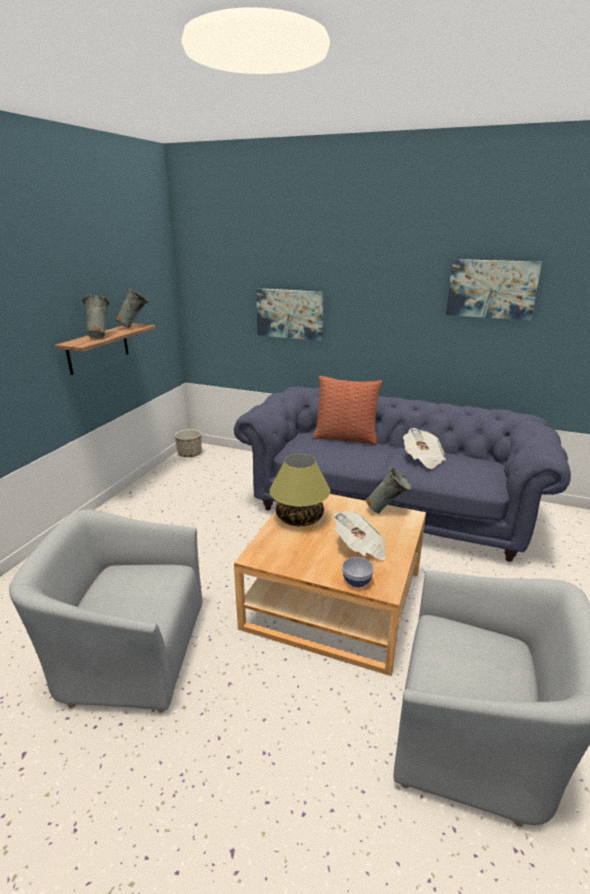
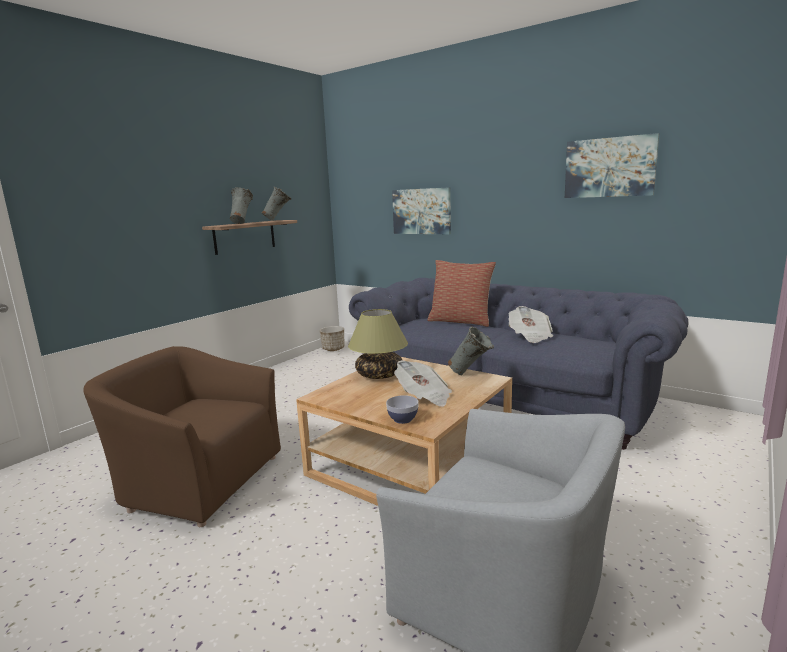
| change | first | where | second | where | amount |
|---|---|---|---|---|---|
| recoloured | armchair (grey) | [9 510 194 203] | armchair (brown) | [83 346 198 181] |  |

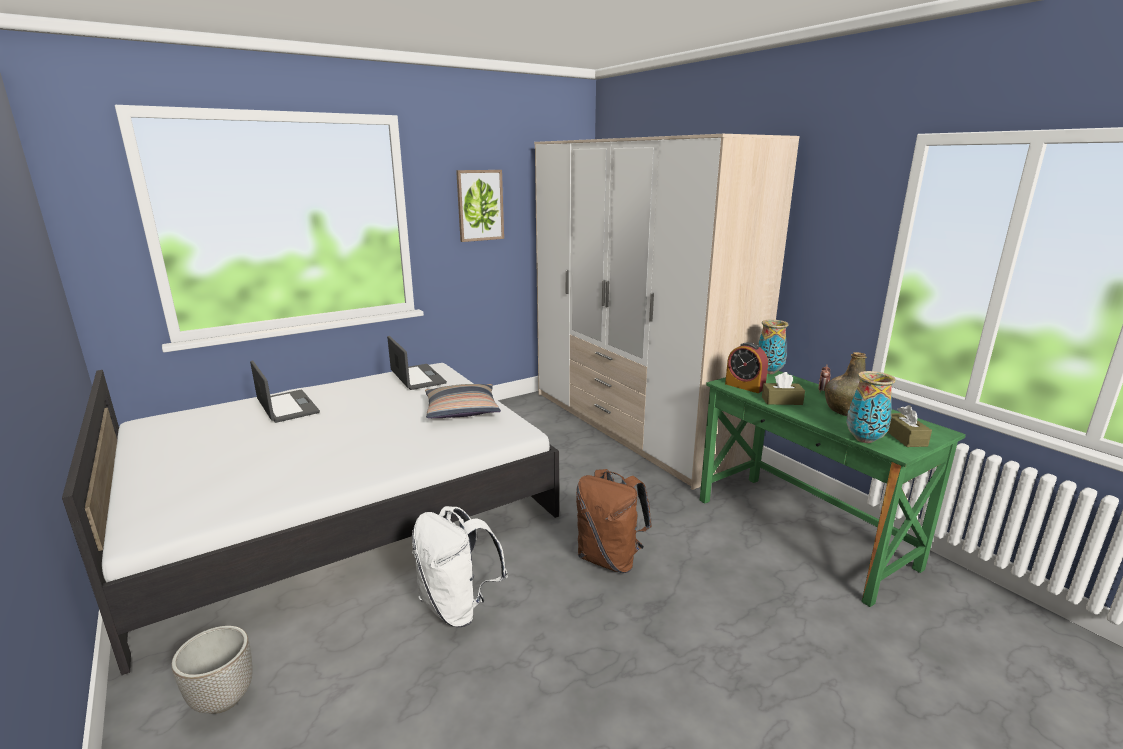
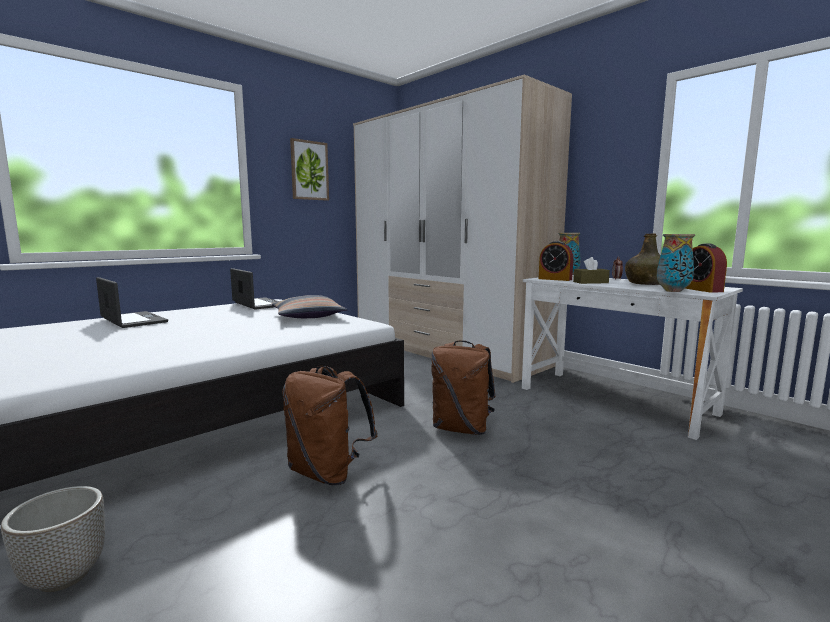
| change | first | where | second | where | amount |
|---|---|---|---|---|---|
| recoloured | backpack (white) | [412 506 96 121] | backpack (brown) | [283 366 94 119] |  |
| recoloured | desk (green) | [700 371 266 236] | desk (white) | [522 275 221 165] |  |
| replaced | tissue box (brown) | [888 405 44 42] | alarm clock | [685 243 42 50] |  |

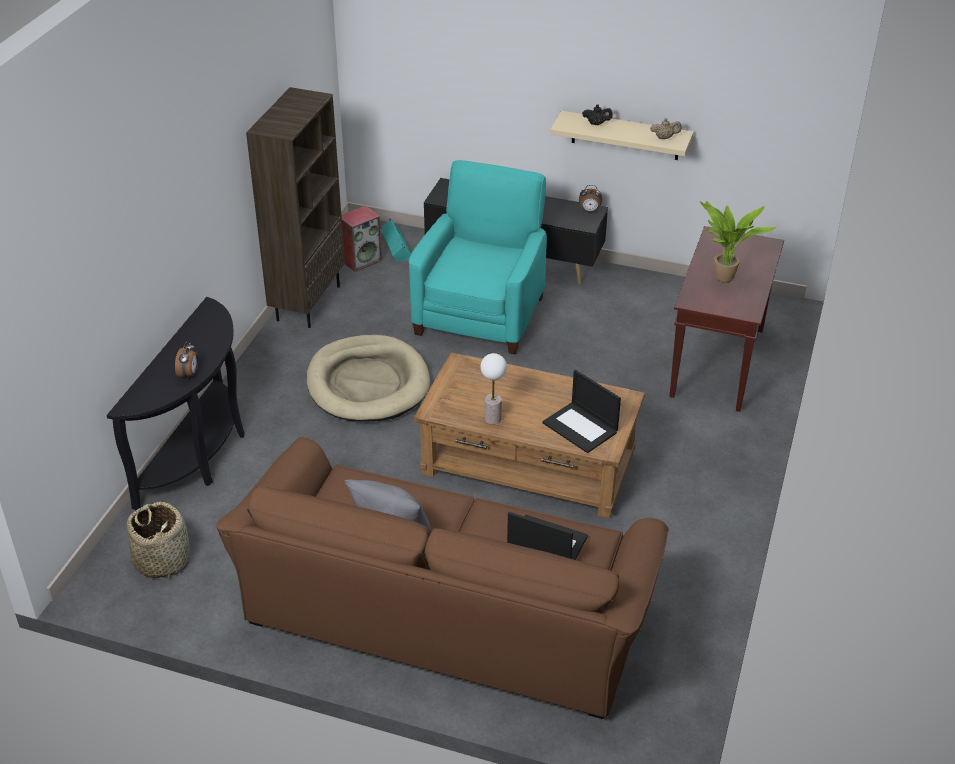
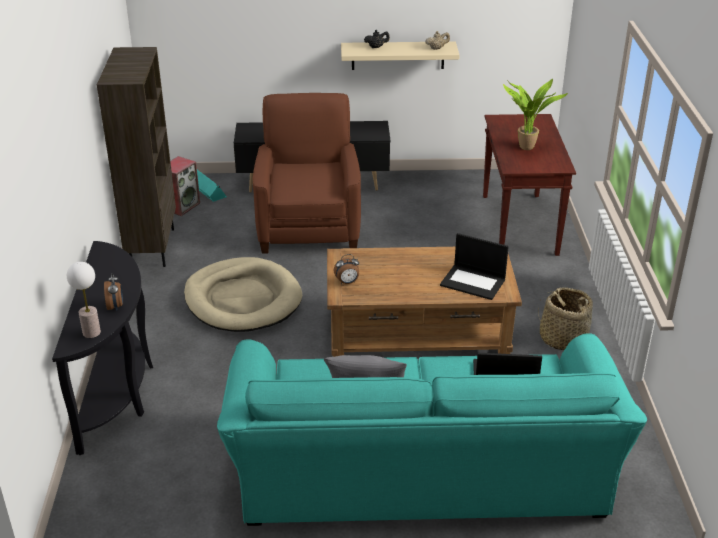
| change | first | where | second | where | amount |
|---|---|---|---|---|---|
| moved | basket | [127 501 63 77] |  | [538 287 55 64] |  |
| recoloured | sofa (brown) | [216 437 453 282] | sofa (turquoise) | [217 333 430 193] |  |
| recoloured | armchair (turquoise) | [409 160 138 195] | armchair (brown) | [253 93 108 161] |  |
| moved | table lamp | [480 353 27 72] |  | [67 262 34 76] |  |
| moved | alarm clock | [579 185 23 28] |  | [333 254 26 30] |  |

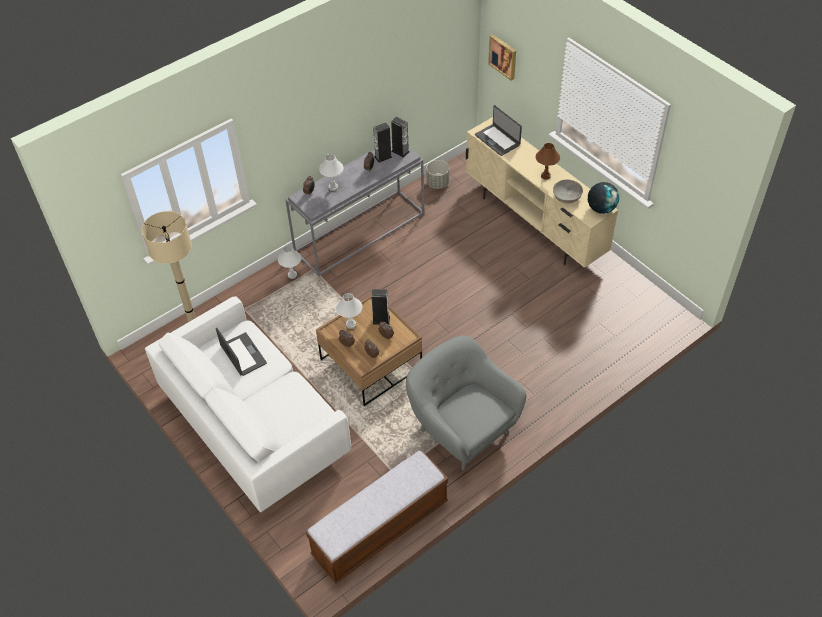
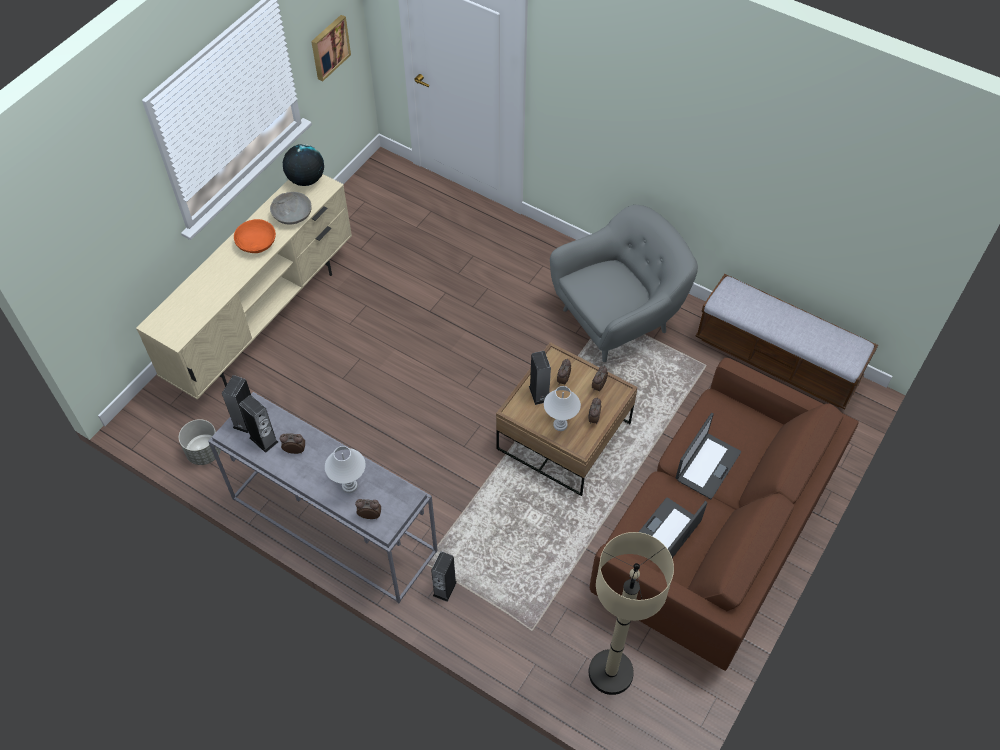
| change | first | where | second | where | amount |
|---|---|---|---|---|---|
| recoloured | sofa (white) | [145 296 206 216] | sofa (brown) | [590 358 269 313] |  |
| replaced | table lamp (white) | [278 246 23 33] | speaker | [431 551 26 51] |  |
| turned | armchair (grey) | [406 335 121 135] |  | [550 205 148 157] | 150 degrees counterclockwise |
| moved | laptop | [475 105 47 51] |  | [676 413 65 86] |  |
| moved | picture | [488 35 28 46] |  | [311 15 40 67] |  |
| replaced | table lamp (brown) | [536 143 24 37] | bowl (orange) | [234 219 42 34] |  |

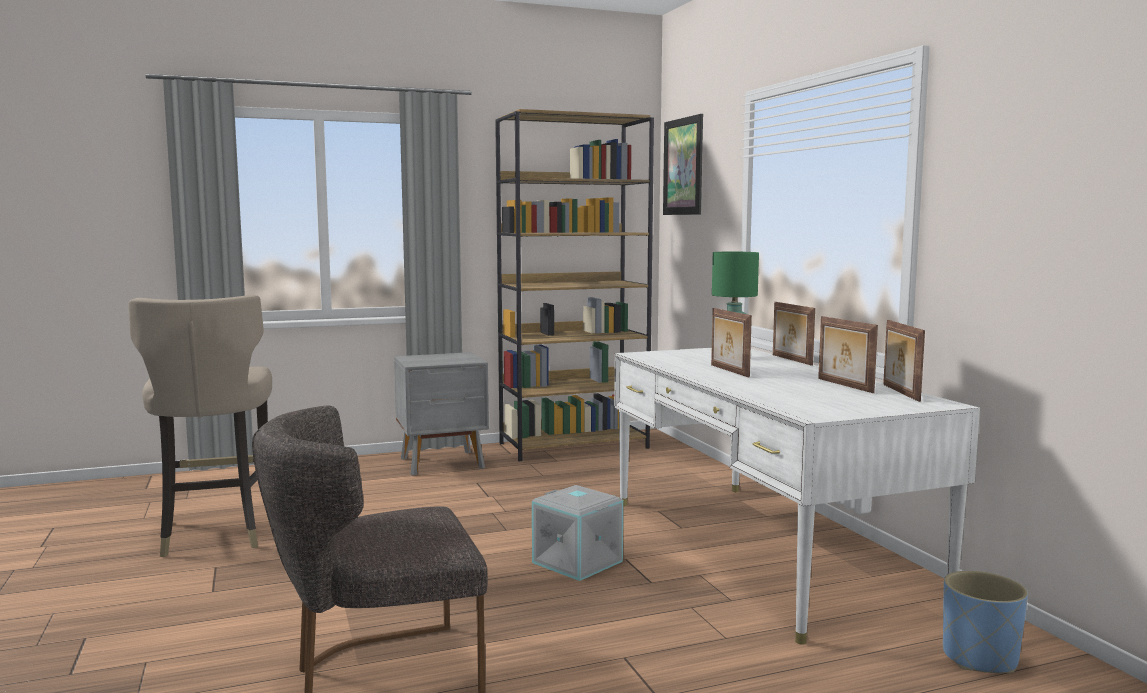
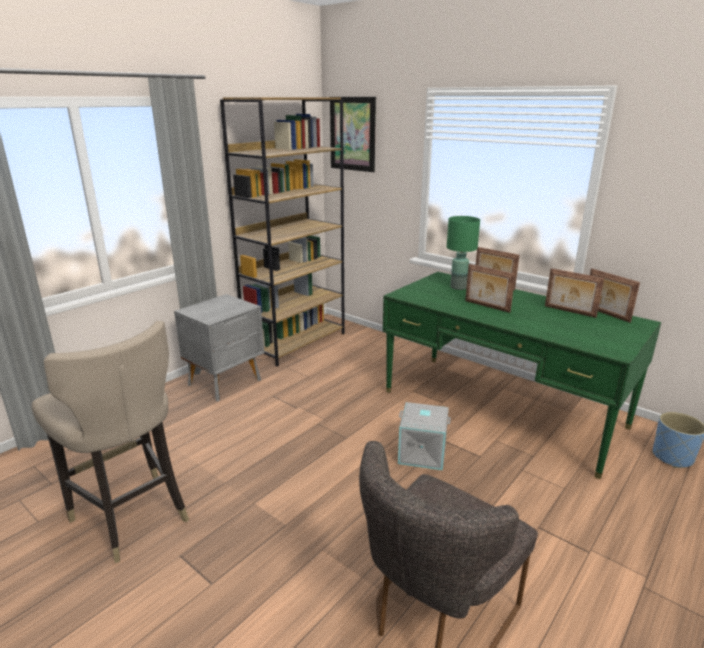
| change | first | where | second | where | amount |
|---|---|---|---|---|---|
| recoloured | desk (white) | [614 348 366 297] | desk (green) | [383 272 278 207] |  |

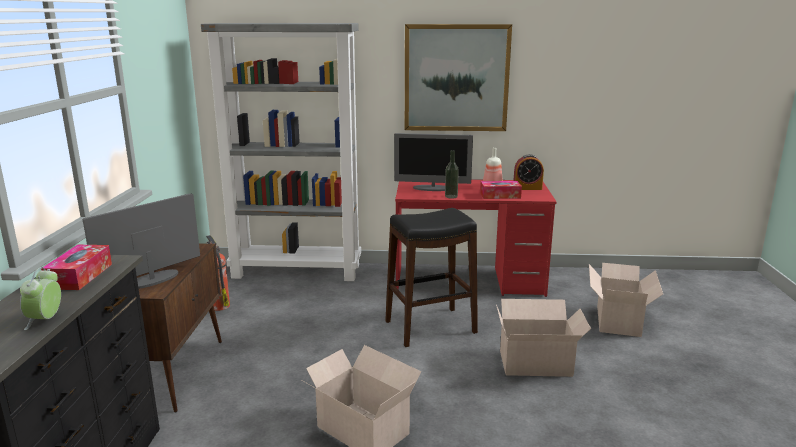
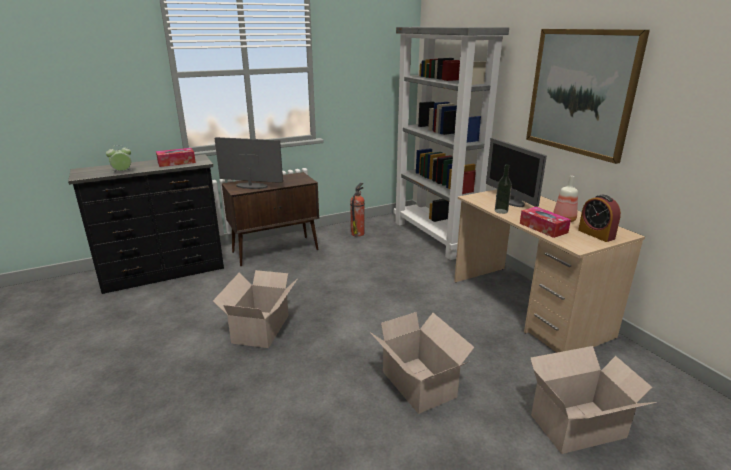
| change | first | where | second | where | amount |
|---|---|---|---|---|---|
| removed | stool (black) | [385 208 93 139] |  |  |  |
| recoloured | desk (red) | [395 179 161 118] | desk (beige) | [454 189 191 164] |  |

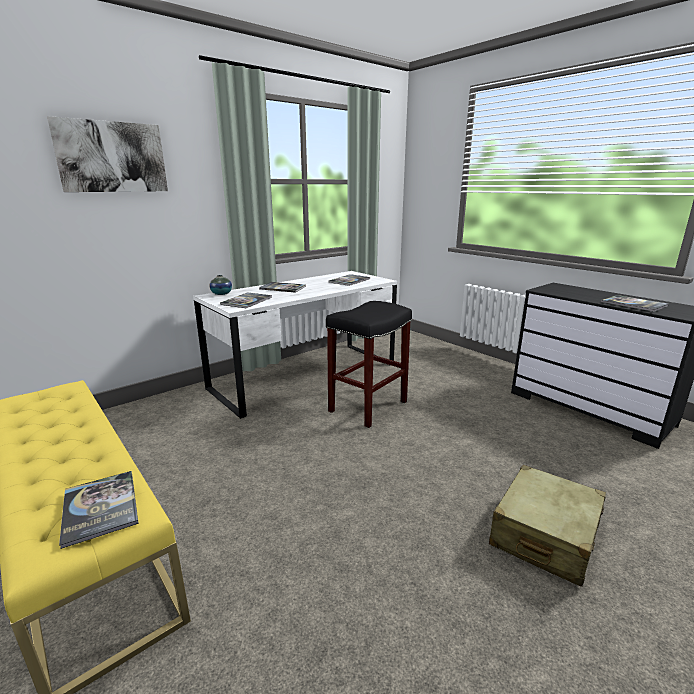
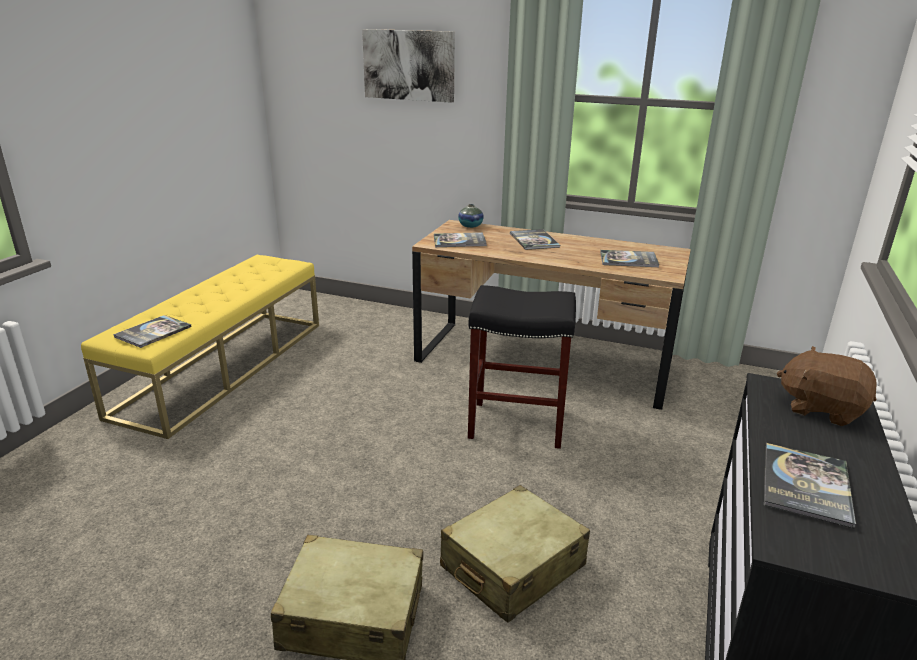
| change | first | where | second | where | amount |
|---|---|---|---|---|---|
| recoloured | desk (white) | [193 271 204 148] | desk (brown) | [412 220 279 190] |  |
| added |  |  | suitcase (beige) | [440 485 150 138] |  |
| added |  |  | plush toy (brown) | [777 346 100 80] |  |

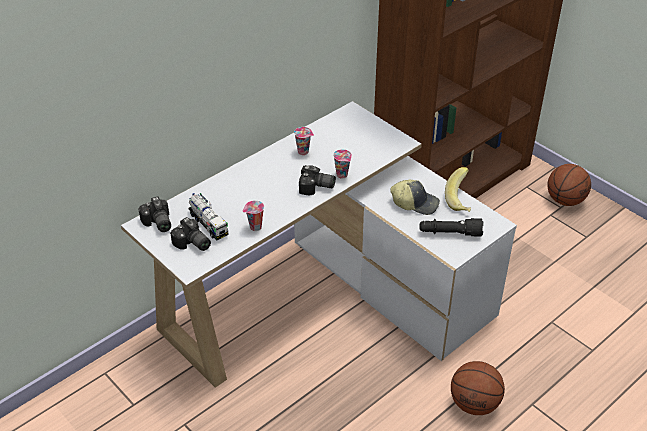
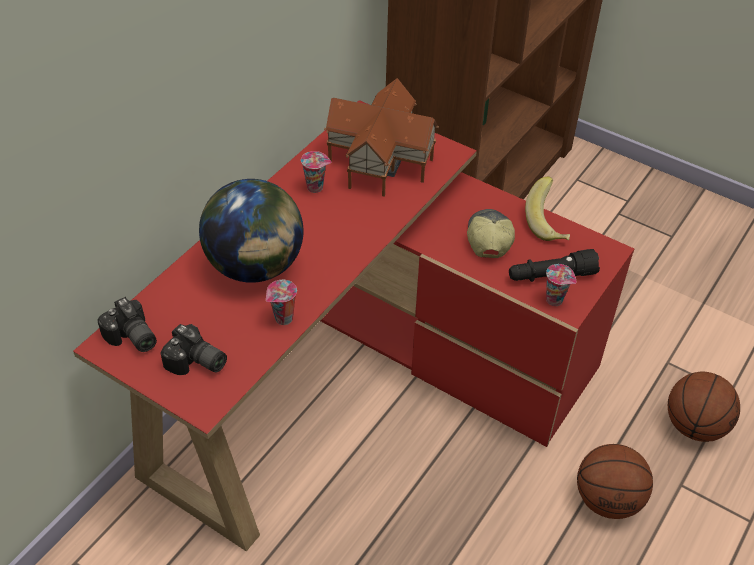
| change | first | where | second | where | amount |
|---|---|---|---|---|---|
| recoloured | desk (white) | [121 101 396 287] | desk (red) | [73 100 561 451] |  |
| removed | toy truck | [188 193 41 47] |  |  |  |
| removed | photo camera | [299 165 37 30] |  |  |  |
| moved | cup | [333 149 19 30] |  | [546 264 31 42] |  |
| turned | cap | [390 179 50 36] |  | [467 209 48 49] | 90 degrees counterclockwise |
| moved | basketball | [547 164 44 42] |  | [668 372 72 70] |  |
| added |  |  | globe | [199 179 105 104] |  |
| added |  |  | toy house | [324 78 115 118] |  |

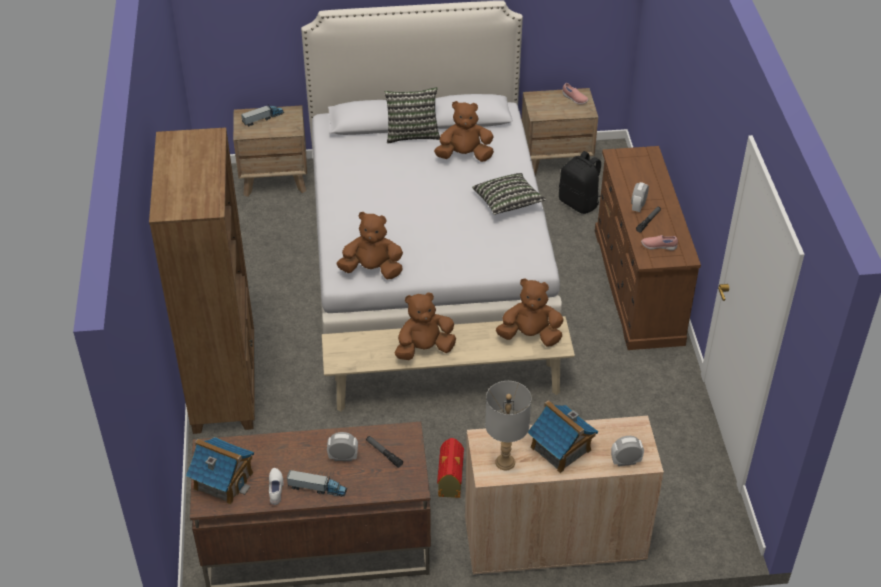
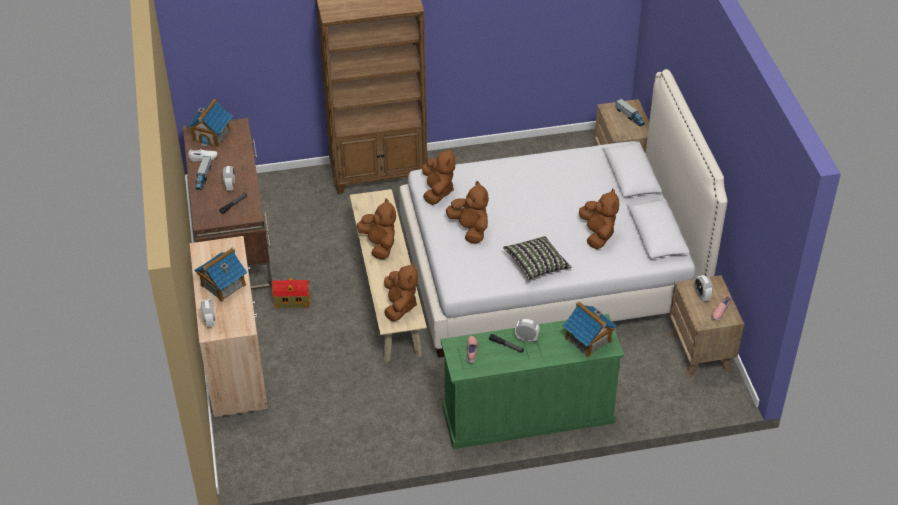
| change | first | where | second | where | amount |
|---|---|---|---|---|---|
| removed | pillow | [385 87 55 57] |  |  |  |
| removed | table lamp (grey) | [485 381 46 89] |  |  |  |
| removed | backpack (black) | [559 151 42 63] |  |  |  |
| recoloured | dresser (brown) | [595 146 106 204] | dresser (green) | [441 314 183 135] |  |
| added |  |  | plush toy (brown) | [446 181 43 63] |  |
| added |  |  | toy house | [562 301 56 57] |  |
| added |  |  | alarm clock | [695 275 18 26] |  |

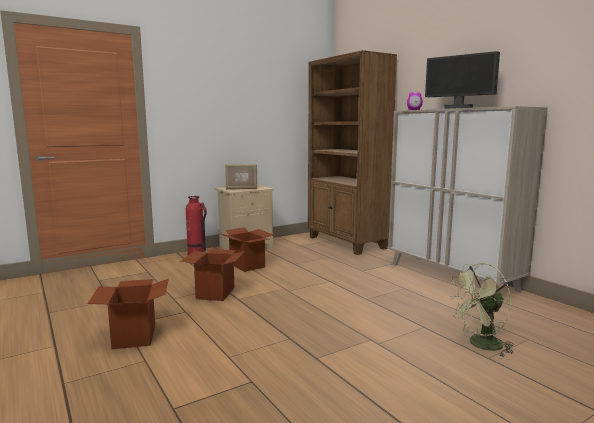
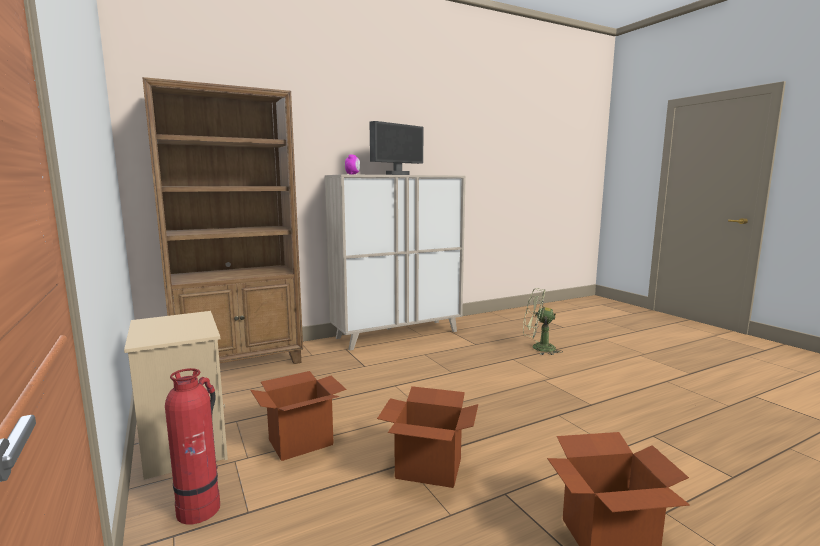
| change | first | where | second | where | amount |
|---|---|---|---|---|---|
| removed | picture frame | [225 164 32 26] |  |  |  |
| turned | fan (green) | [448 263 66 95] |  | [523 288 39 67] | 120 degrees clockwise |

